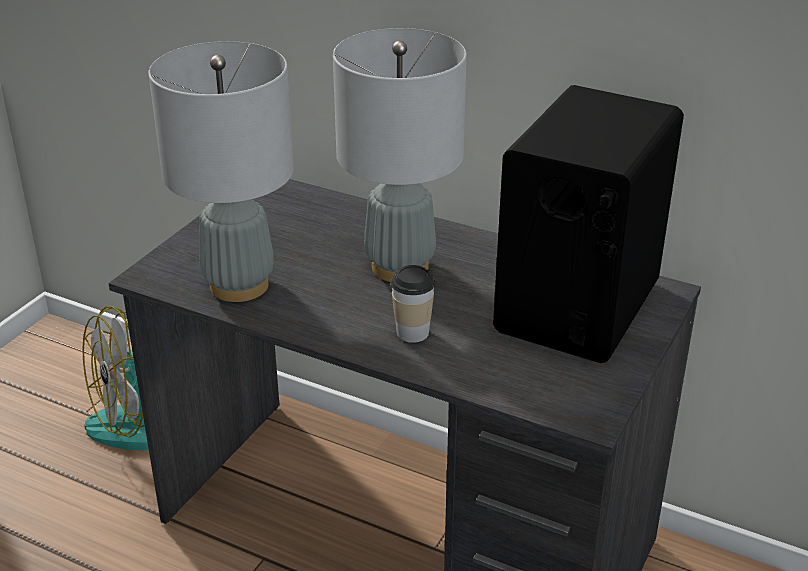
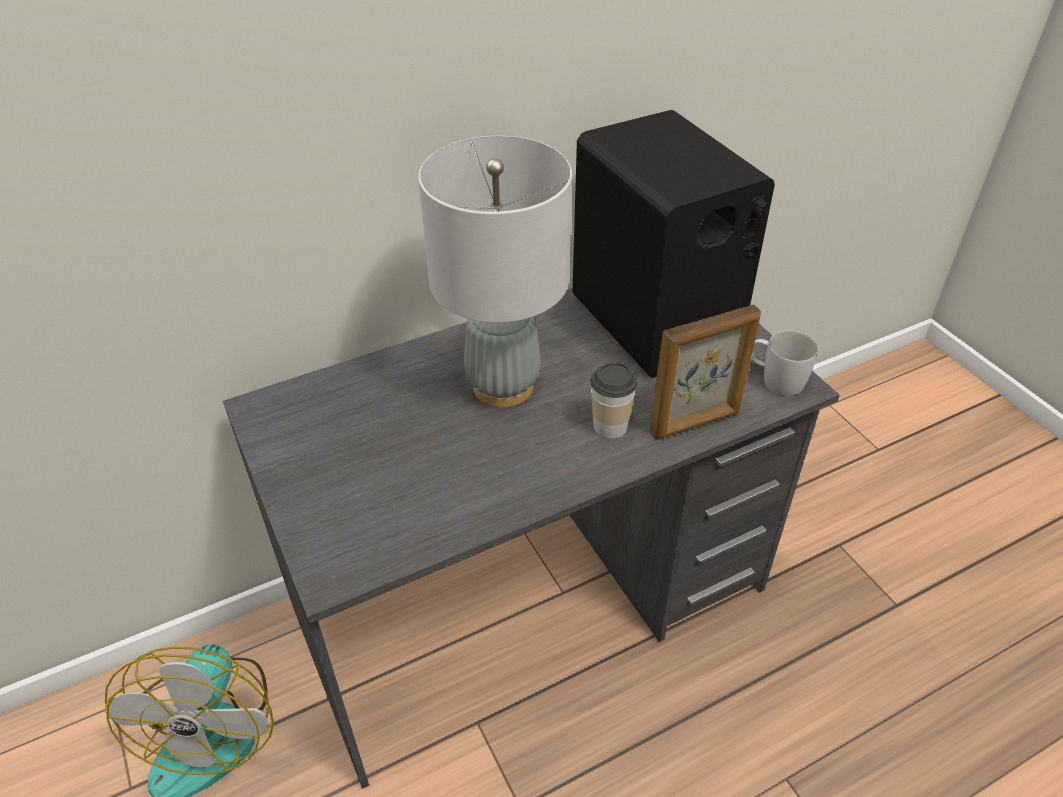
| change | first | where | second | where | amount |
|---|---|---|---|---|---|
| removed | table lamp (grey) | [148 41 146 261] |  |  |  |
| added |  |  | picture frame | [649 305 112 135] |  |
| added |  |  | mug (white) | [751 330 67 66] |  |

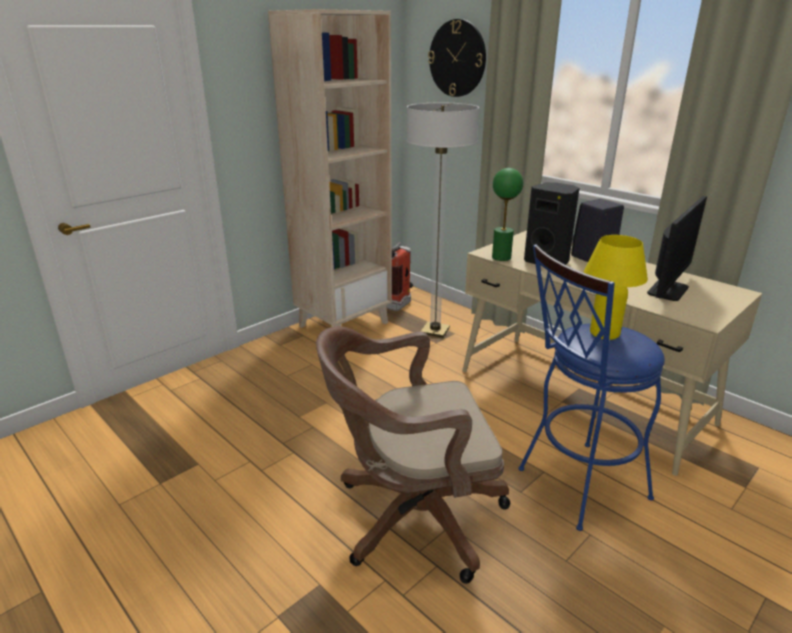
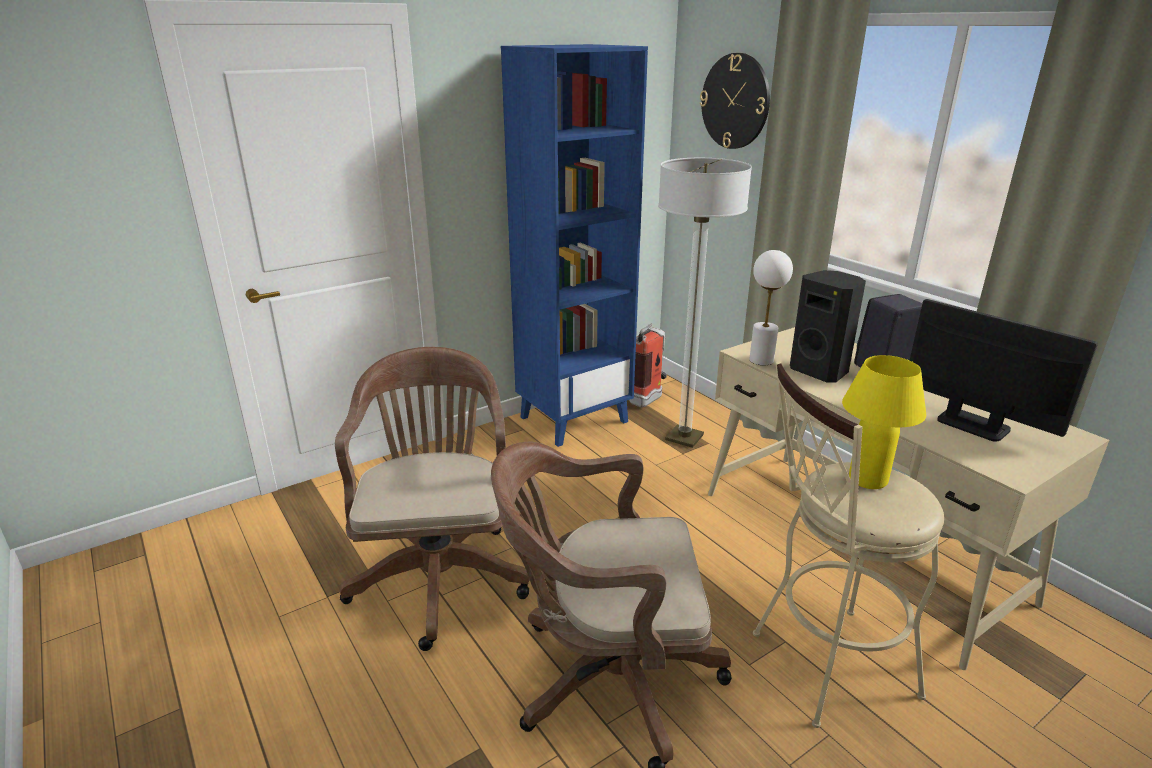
| change | first | where | second | where | amount |
|---|---|---|---|---|---|
| recoloured | bookcase (beige) | [268 9 124 319] | bookcase (blue) | [501 44 147 403] |  |
| recoloured | table lamp (green) | [492 168 31 93] | table lamp (white) | [749 250 44 115] |  |
| recoloured | stool (blue) | [518 244 147 287] | stool (beige) | [753 361 191 367] |  |
| turned | monitor | [647 196 60 105] |  | [910 299 188 143] | 90 degrees counterclockwise |
| added |  |  | office chair (brown) | [335 347 194 304] |  |

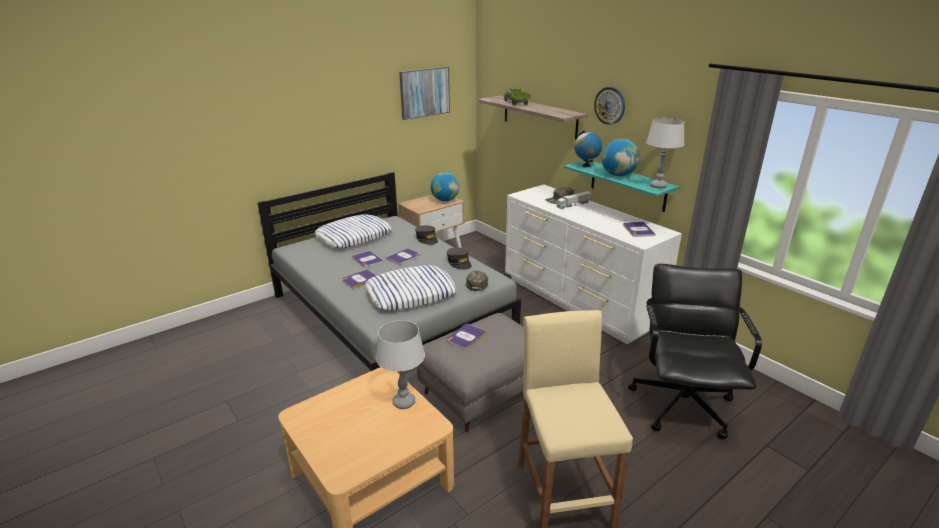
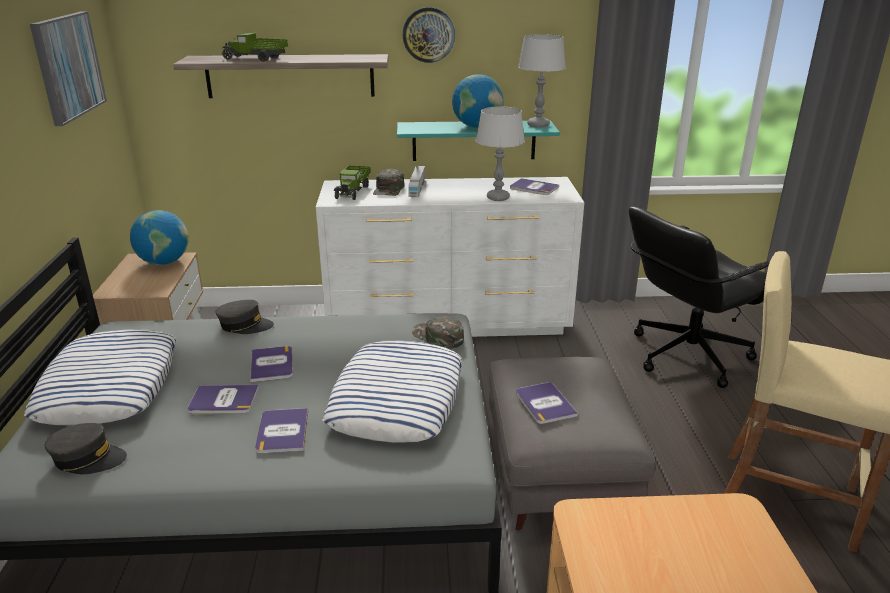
| change | first | where | second | where | amount |
|---|---|---|---|---|---|
| moved | table lamp (grey) | [376 320 49 89] |  | [475 106 50 95] |  |
| moved | cap (grey) | [447 247 25 23] |  | [45 423 82 51] |  |
| removed | globe | [574 130 28 37] |  |  |  |
| turned | office chair (black) | [628 264 134 175] |  | [629 207 141 181] | 75 degrees counterclockwise |
| added |  |  | toy truck | [334 165 37 35] |  |

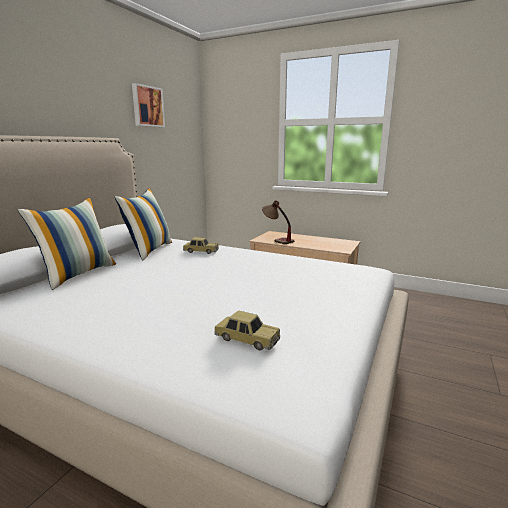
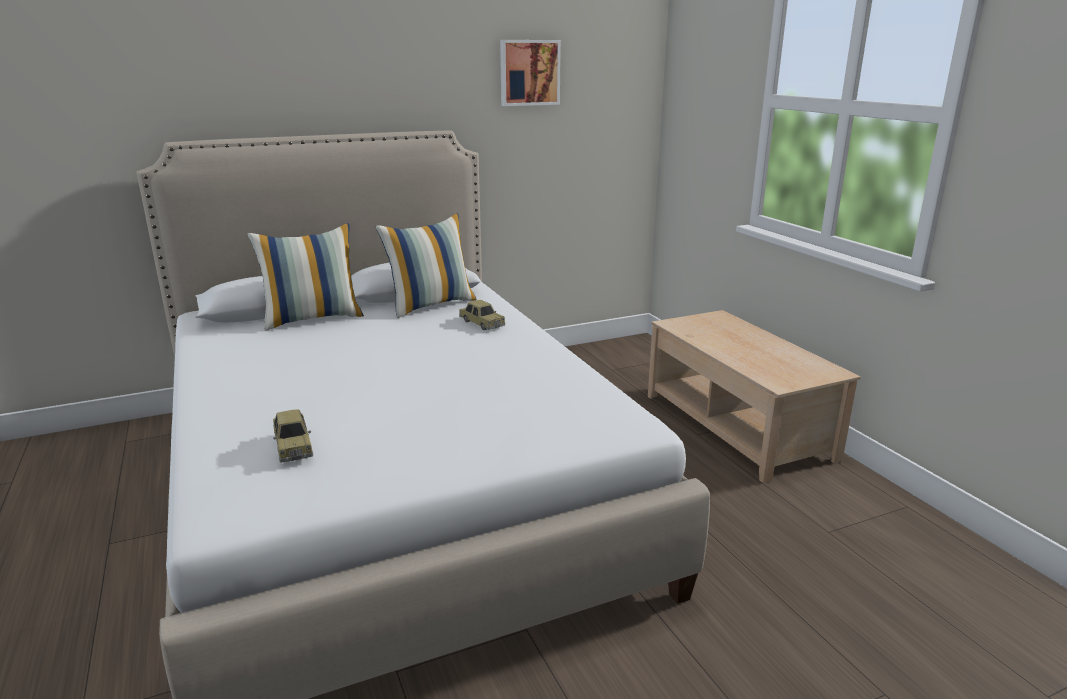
| change | first | where | second | where | amount |
|---|---|---|---|---|---|
| removed | table lamp | [262 200 32 44] |  |  |  |

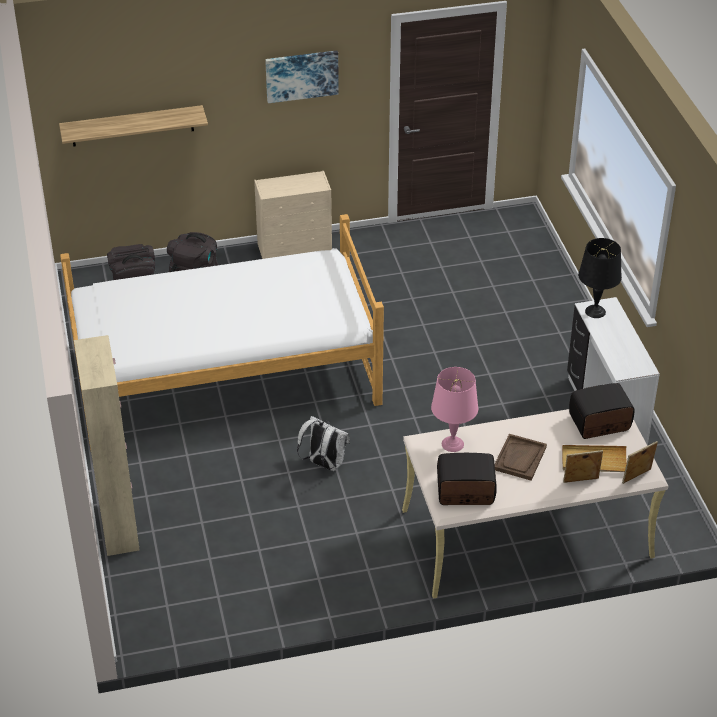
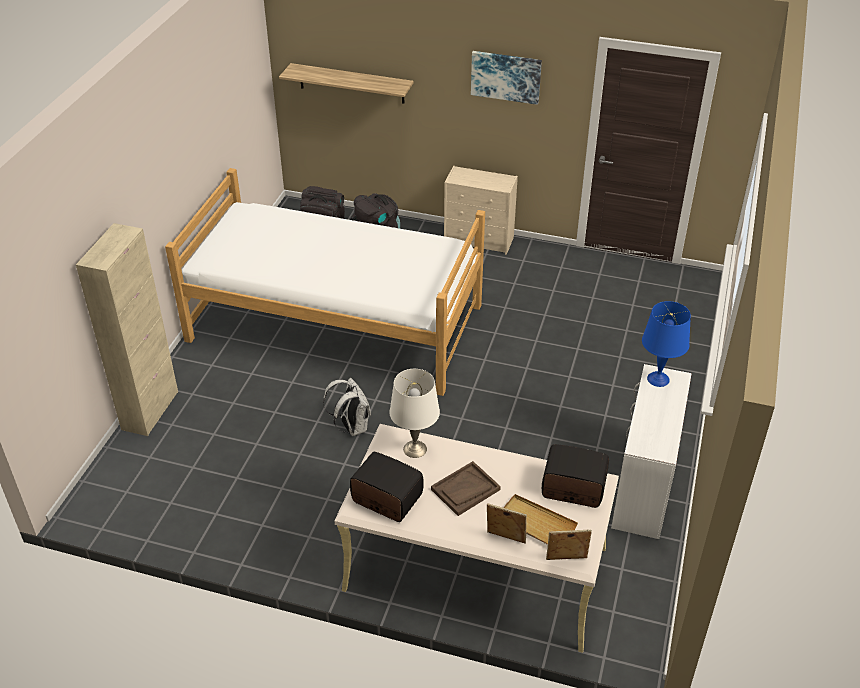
| change | first | where | second | where | amount |
|---|---|---|---|---|---|
| recoloured | table lamp (pink) | [431 367 47 85] | table lamp (white) | [390 369 50 89] |  |
| recoloured | table lamp (black) | [578 238 44 80] | table lamp (blue) | [642 301 49 86] |  |

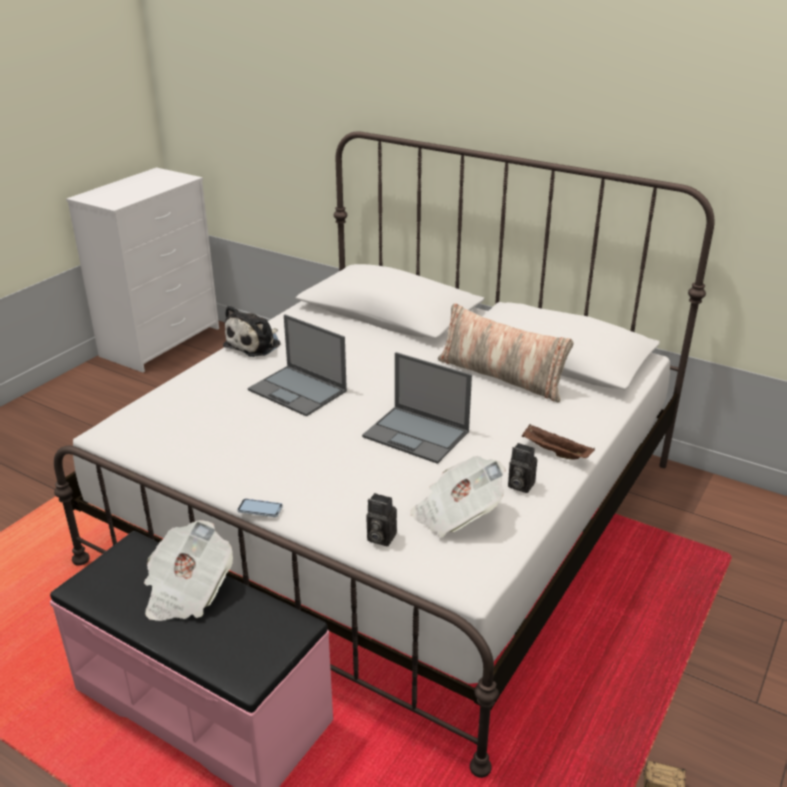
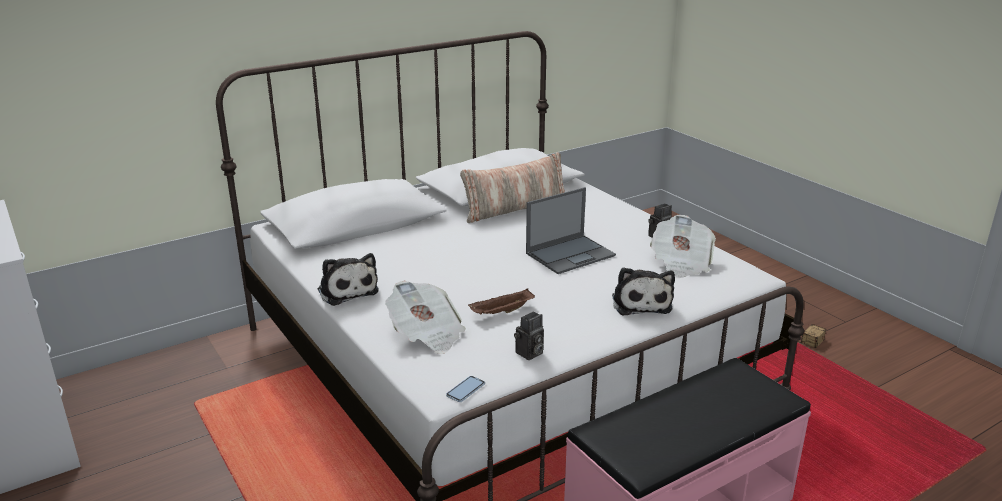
| change | first | where | second | where | amount |
|---|---|---|---|---|---|
| moved | newspaper | [144 520 89 101] |  | [385 281 81 73] |  |
| moved | phone | [237 499 46 18] |  | [446 376 39 26] |  |
| removed | laptop | [248 314 99 103] |  |  |  |
| moved | photo camera | [366 493 31 54] |  | [514 311 30 49] |  |
| moved | tray (brown) | [522 425 73 34] |  | [468 288 67 27] |  |
| added |  |  | plush toy | [612 267 63 48] |  |

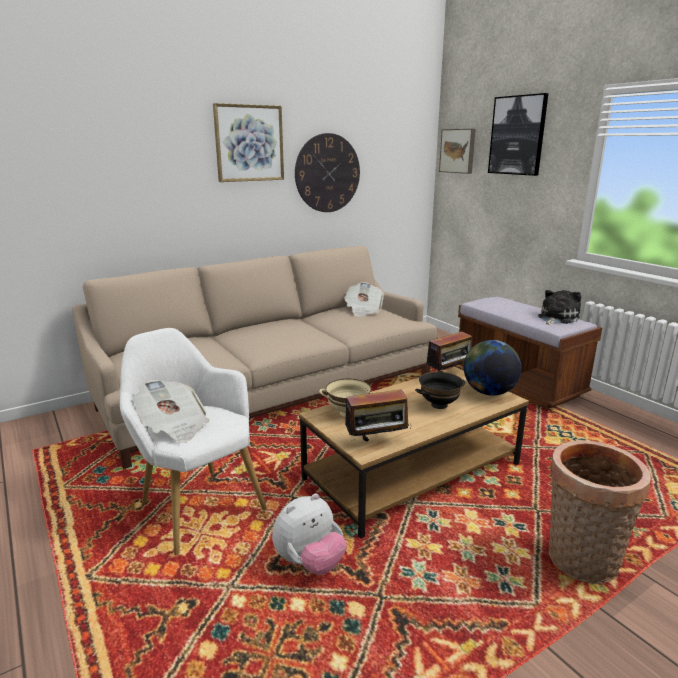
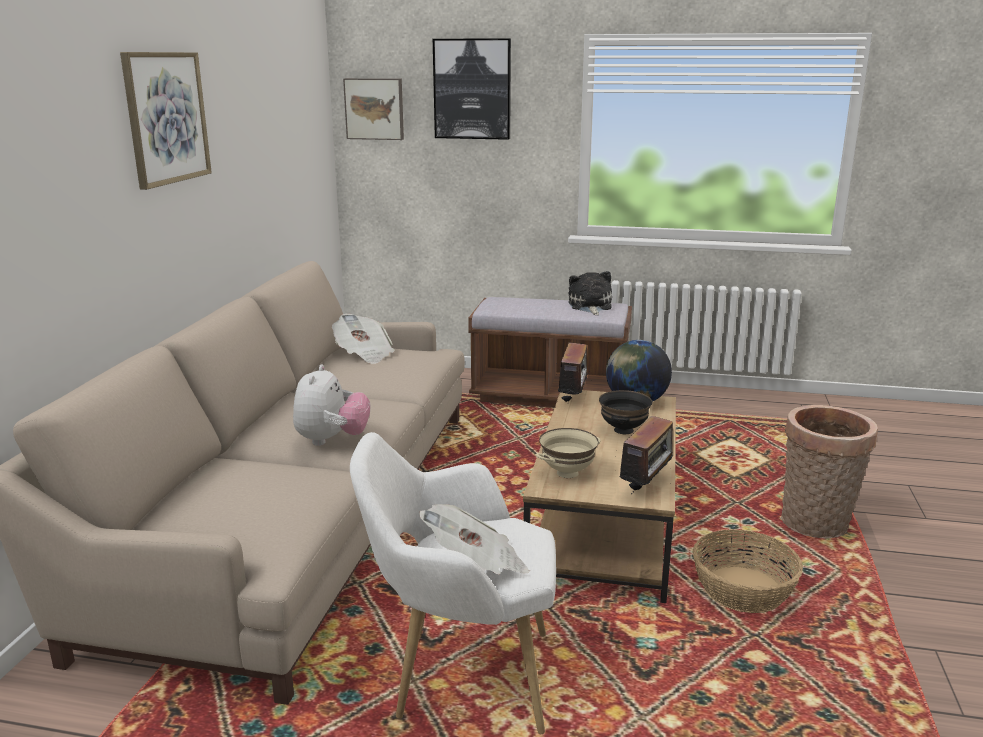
| change | first | where | second | where | amount |
|---|---|---|---|---|---|
| moved | plush toy | [272 494 75 81] |  | [293 365 77 81] |  |
| removed | wall clock | [295 133 65 79] |  |  |  |
| added |  |  | basket | [693 529 110 84] |  |

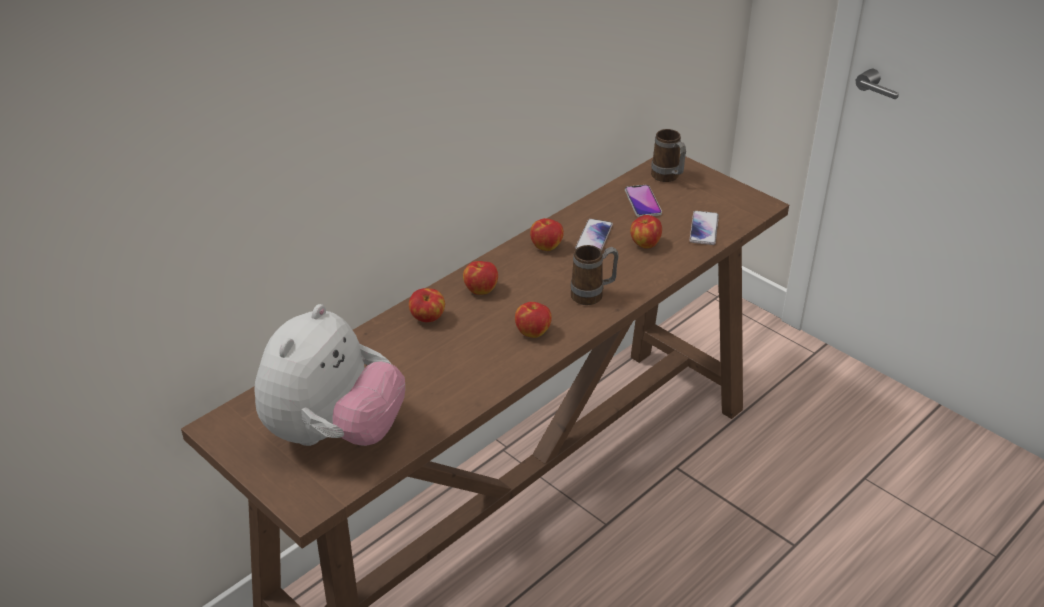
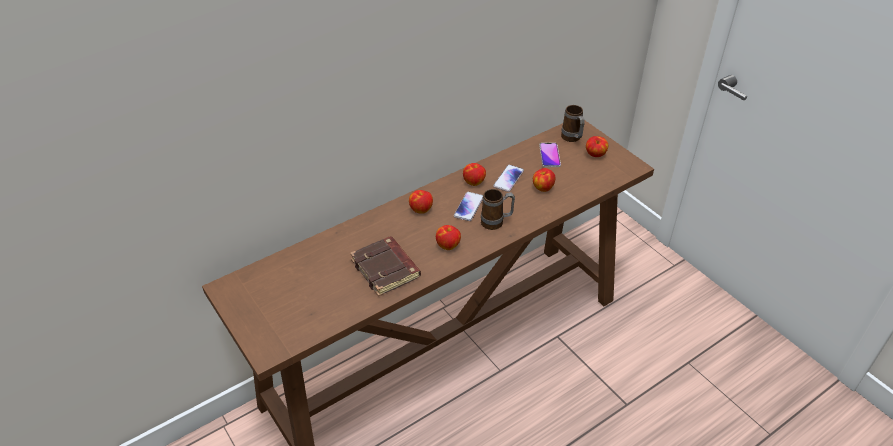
| change | first | where | second | where | amount |
|---|---|---|---|---|---|
| removed | plush toy | [254 304 151 142] |  |  |  |
| moved | apple | [409 288 36 34] |  | [586 136 22 21] |  |
| moved | phone | [689 211 30 34] |  | [454 192 29 29] |  |
| added |  |  | book (brown) | [350 236 71 60] |  |

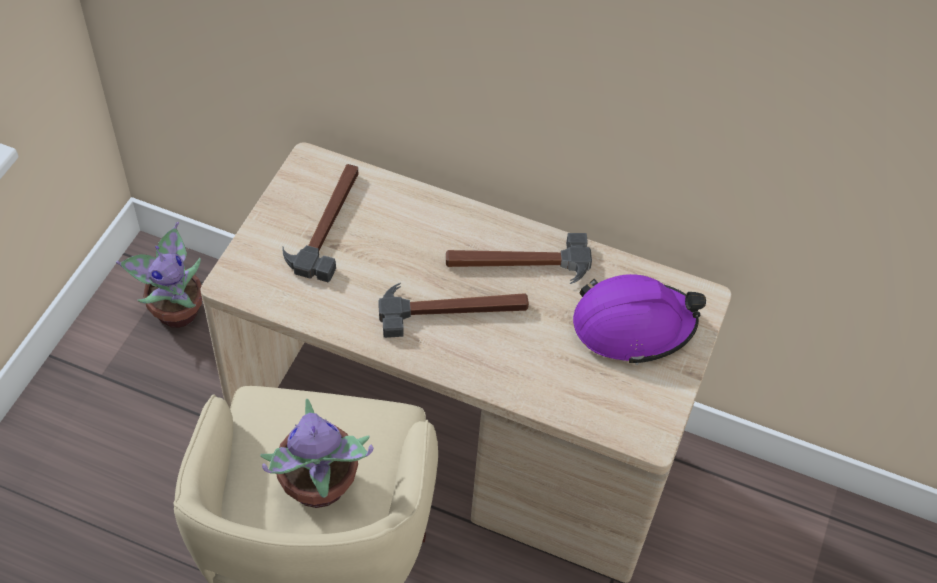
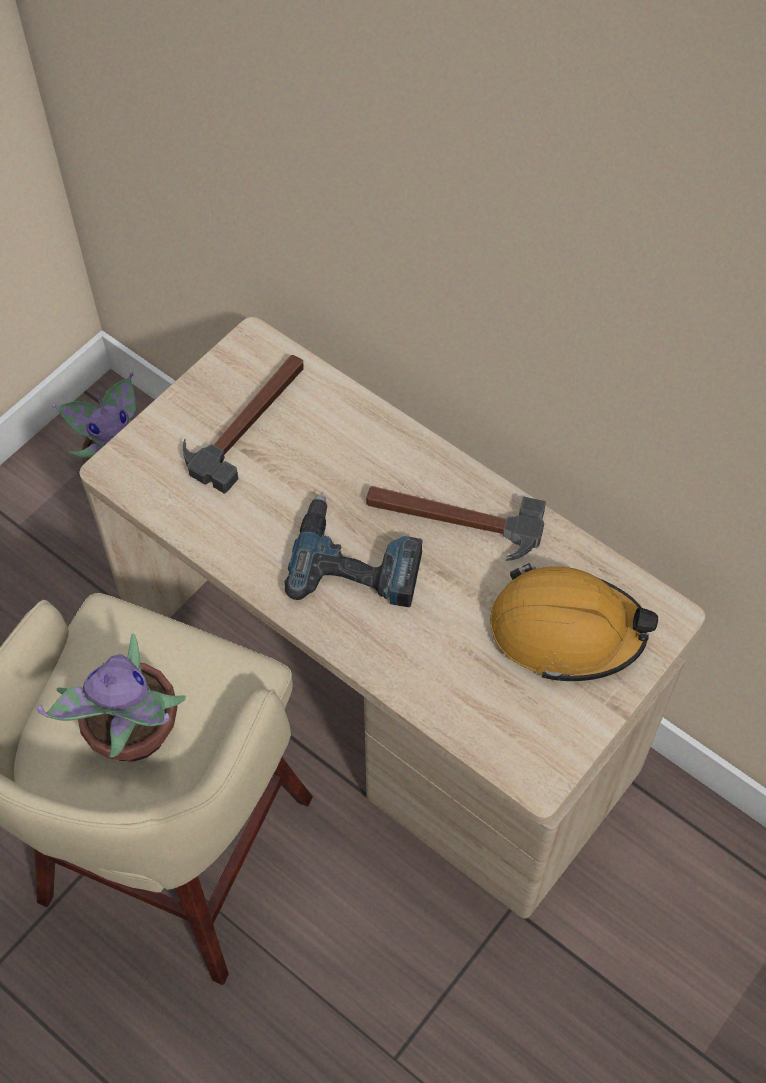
| change | first | where | second | where | amount |
|---|---|---|---|---|---|
| replaced | hammer | [378 283 151 55] | power drill | [285 492 138 115] |  |
| recoloured | hard hat (purple) | [573 274 133 91] | hard hat (orange) | [490 563 168 118] |  |

